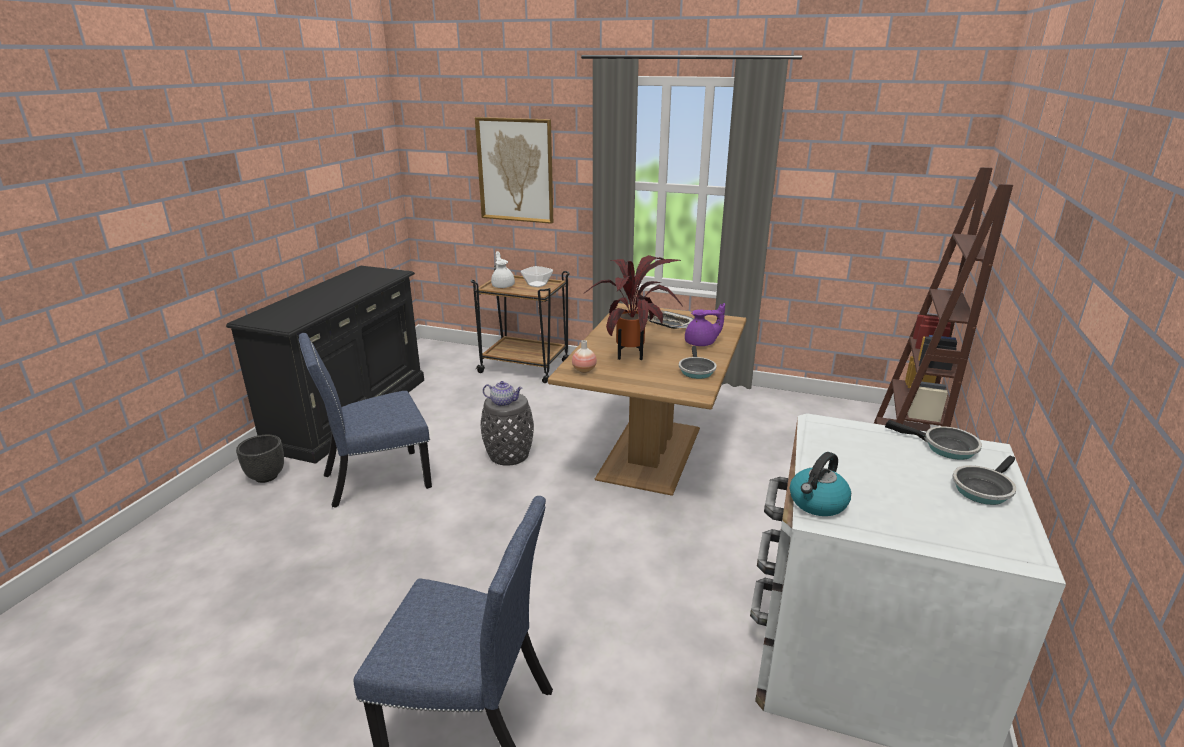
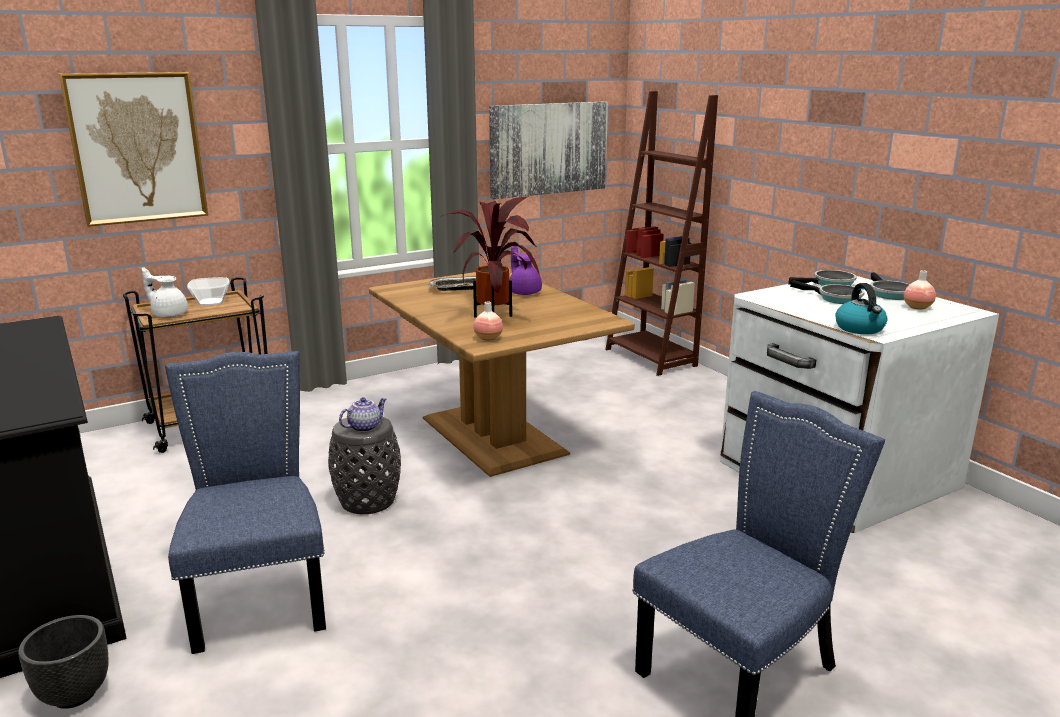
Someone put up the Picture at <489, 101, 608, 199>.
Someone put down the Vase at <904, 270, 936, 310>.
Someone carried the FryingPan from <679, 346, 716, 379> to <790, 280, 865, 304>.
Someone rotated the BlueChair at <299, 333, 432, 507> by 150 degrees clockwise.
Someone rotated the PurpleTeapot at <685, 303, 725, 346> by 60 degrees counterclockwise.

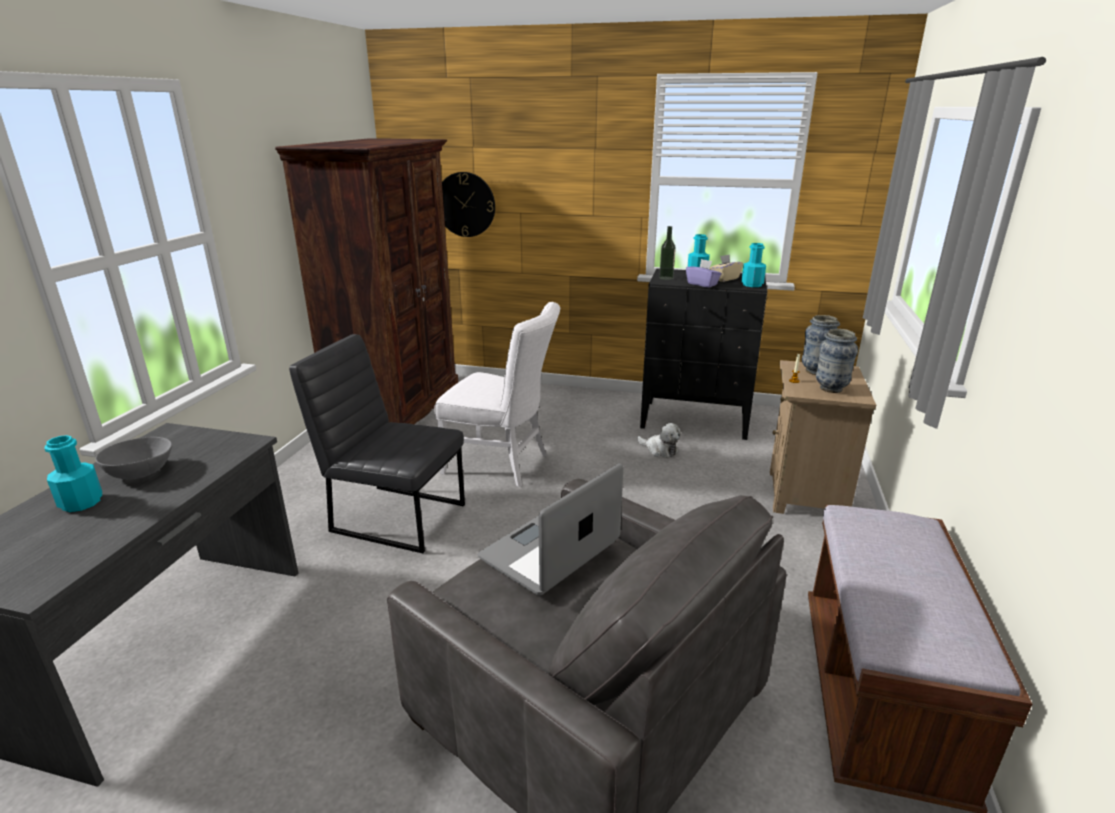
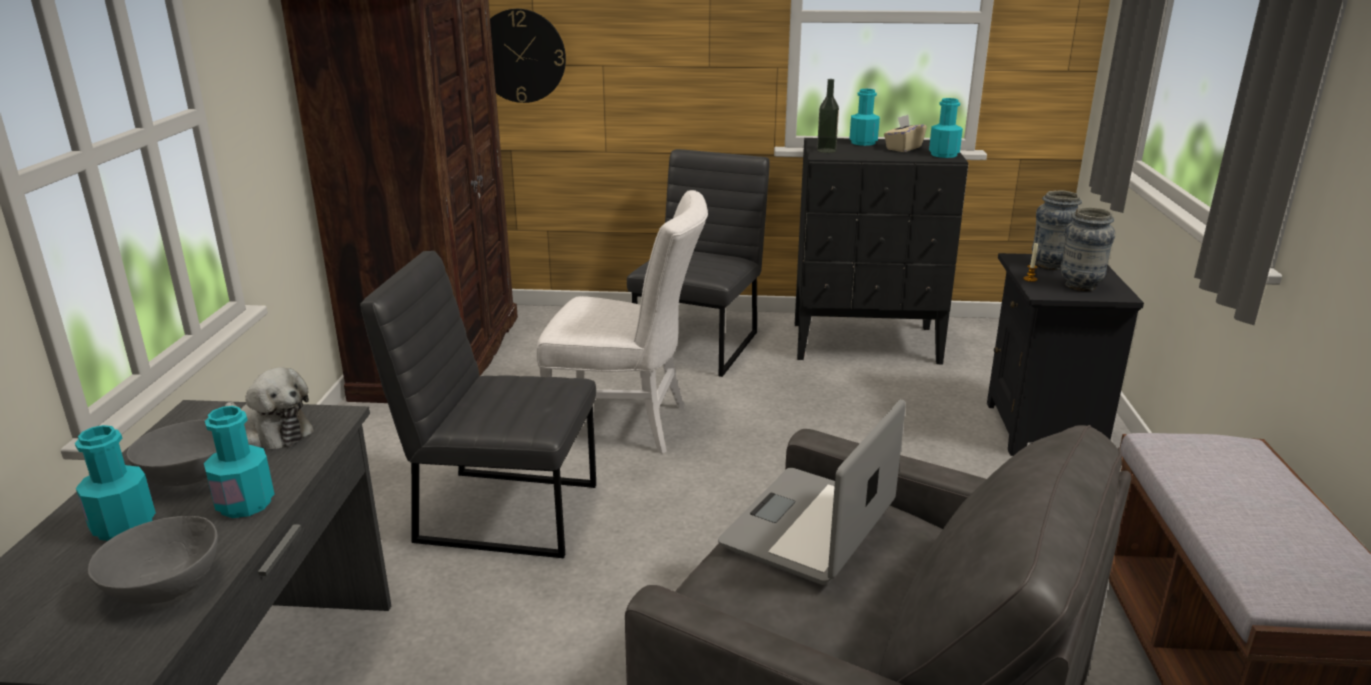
Someone took away the PurpleTissueBox at <686, 259, 722, 288>.
Someone put down the GreyBowl at <88, 516, 218, 604>.
Someone put down the TurquoiseBottle at <204, 406, 274, 518>.
Someone put down the GreyChair at <627, 149, 770, 377>.
Someone carried the PlushToy from <637, 423, 681, 458> to <225, 367, 314, 449>.
Someone repainted the BeigeNightstand at <770, 360, 876, 514>, which became the BlackNightstand at <987, 253, 1144, 456>.

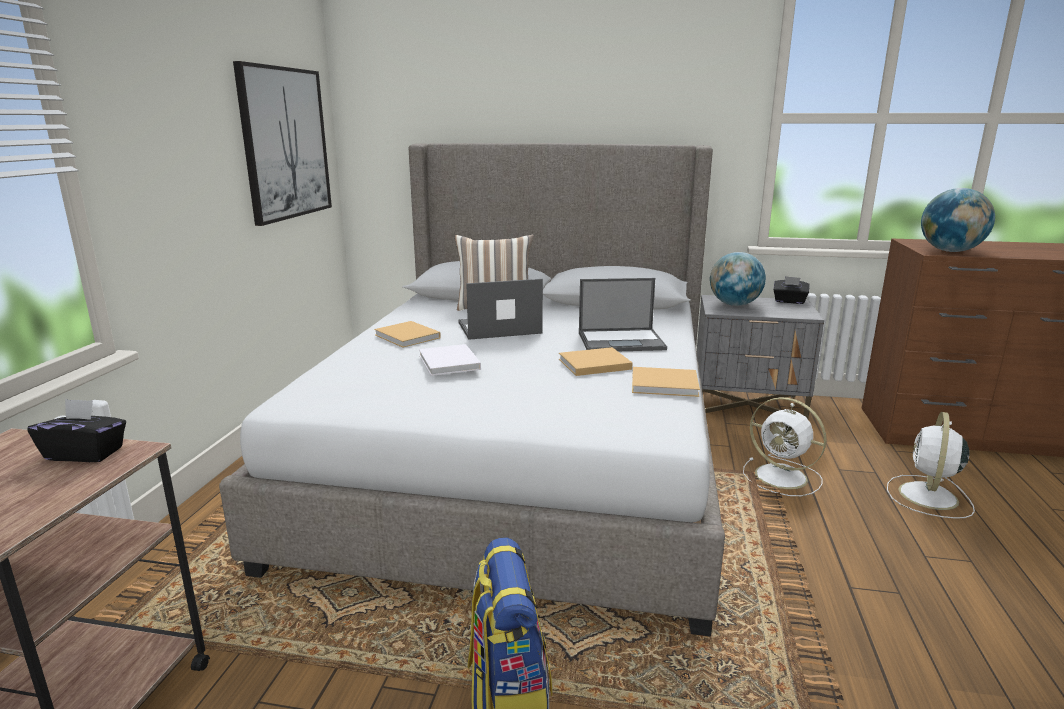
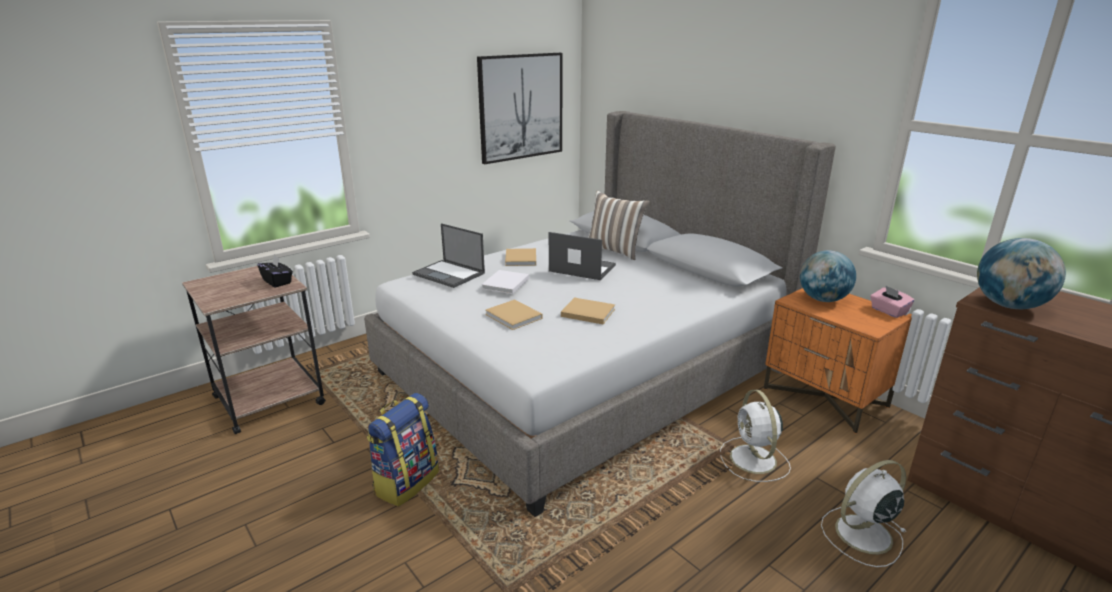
Someone carried the Laptop from <579, 278, 667, 351> to <412, 223, 485, 288>.
Someone carried the BeigeBook from <632, 367, 700, 397> to <485, 300, 542, 330>.
Someone repainted the GreyNightstand at <697, 295, 824, 419>, which became the OrangeNightstand at <764, 288, 912, 434>.
Someone repainted the BlackTissueBox at <774, 276, 810, 304>, which became the PinkTissueBox at <870, 286, 914, 318>.

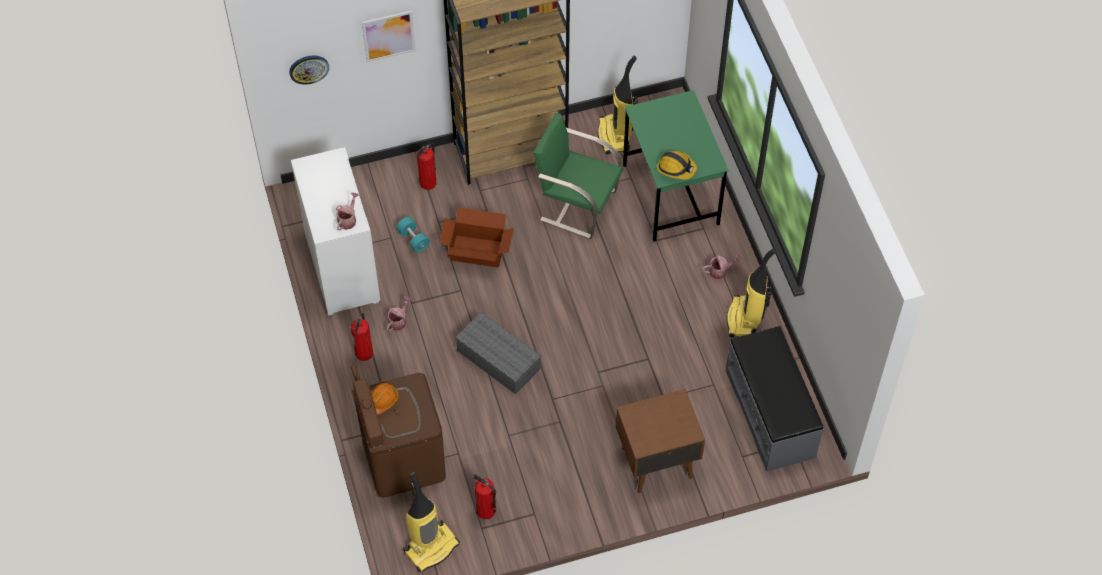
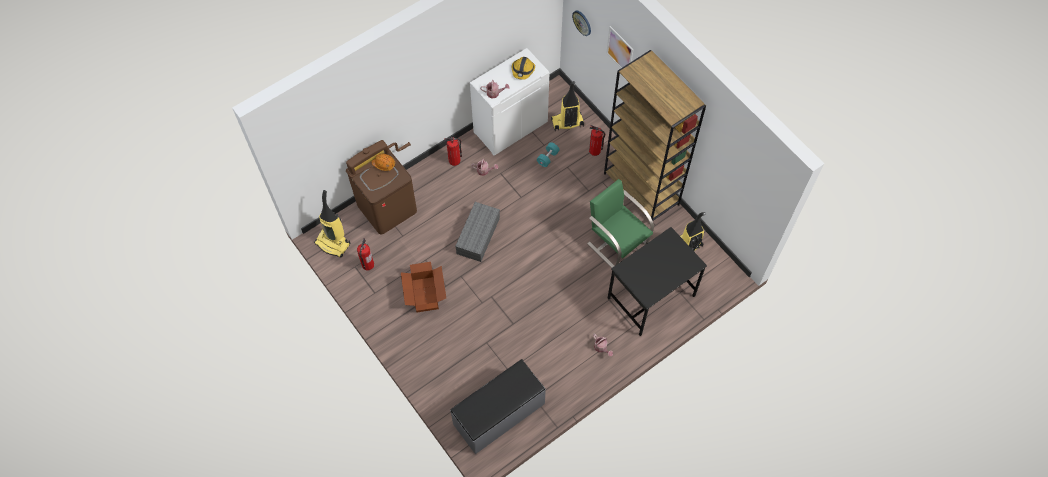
Someone took away the BrownNightstand at <616, 389, 705, 493>.
Someone carried the CardboardBox from <439, 207, 514, 268> to <401, 262, 446, 312>.
Someone carried the HardHat from <657, 151, 697, 180> to <512, 57, 535, 80>.
Someone carried the VacuumCleaner from <727, 248, 776, 337> to <551, 81, 584, 131>.
Someone repainted the GreenDesk at <623, 90, 729, 242>, which became the BlackDesk at <608, 227, 707, 336>.
Someone rotated the GreenChair at <533, 113, 623, 239> by 45 degrees counterclockwise.

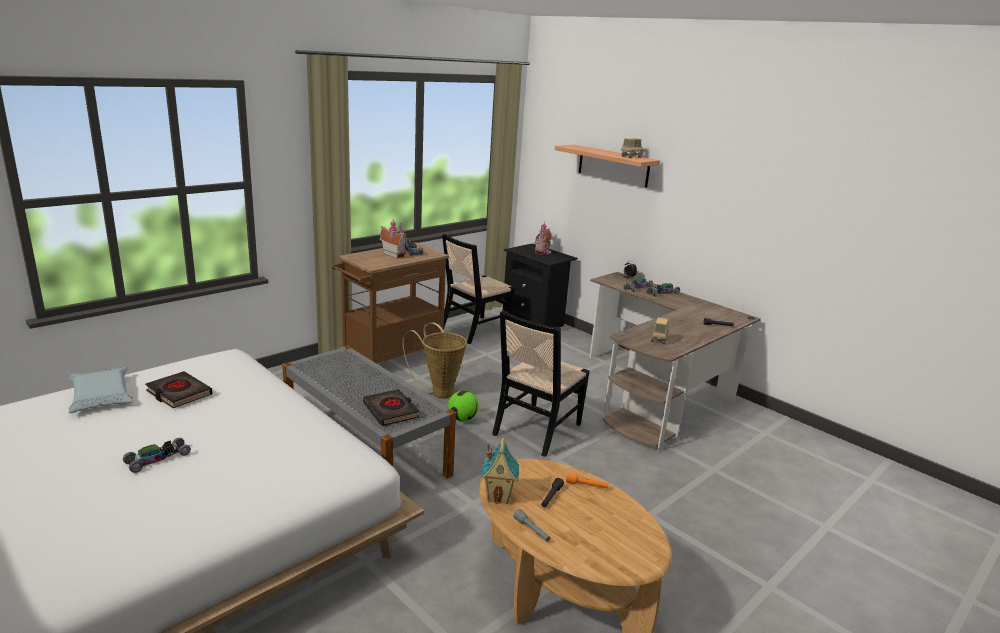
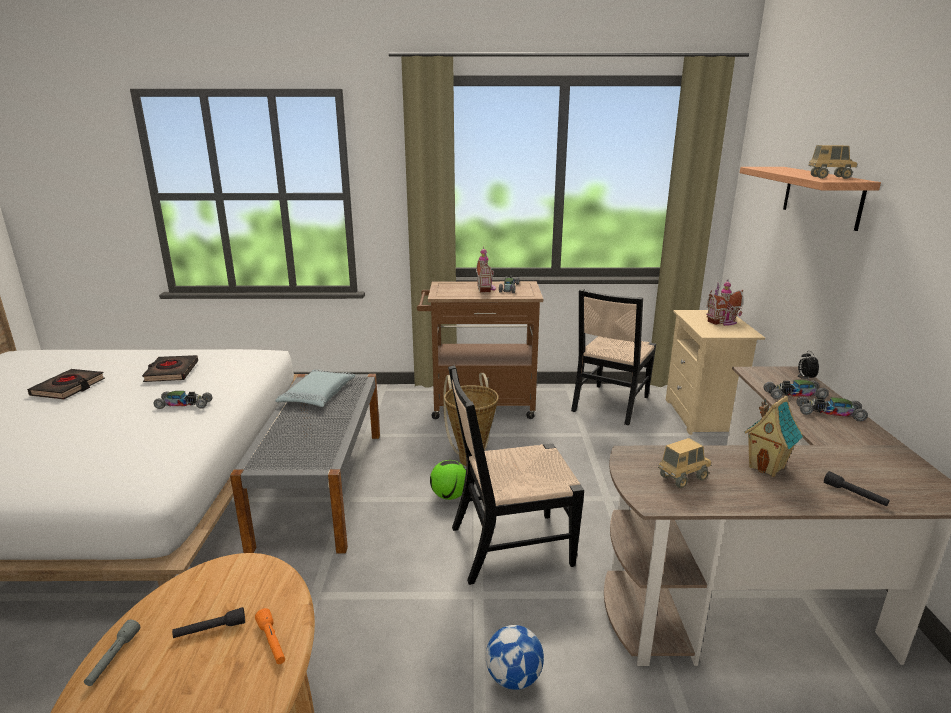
Someone put down the Football at <486, 625, 544, 690>.
Someone carried the BluePillow from <69, 366, 133, 413> to <275, 369, 355, 407>.
Someone carried the ToyCar from <123, 438, 191, 473> to <153, 391, 213, 409>.
Someone carried the BlackBook from <363, 389, 419, 426> to <27, 369, 105, 399>.
Someone carried the ToyHouse from <481, 438, 519, 504> to <744, 396, 803, 477>.
Someone repainted the BlackNightstand at <503, 243, 578, 327>, which became the BeigeNightstand at <666, 310, 765, 435>.
Someone rotated the Chair at <442, 234, 515, 344> by 60 degrees counterclockwise.

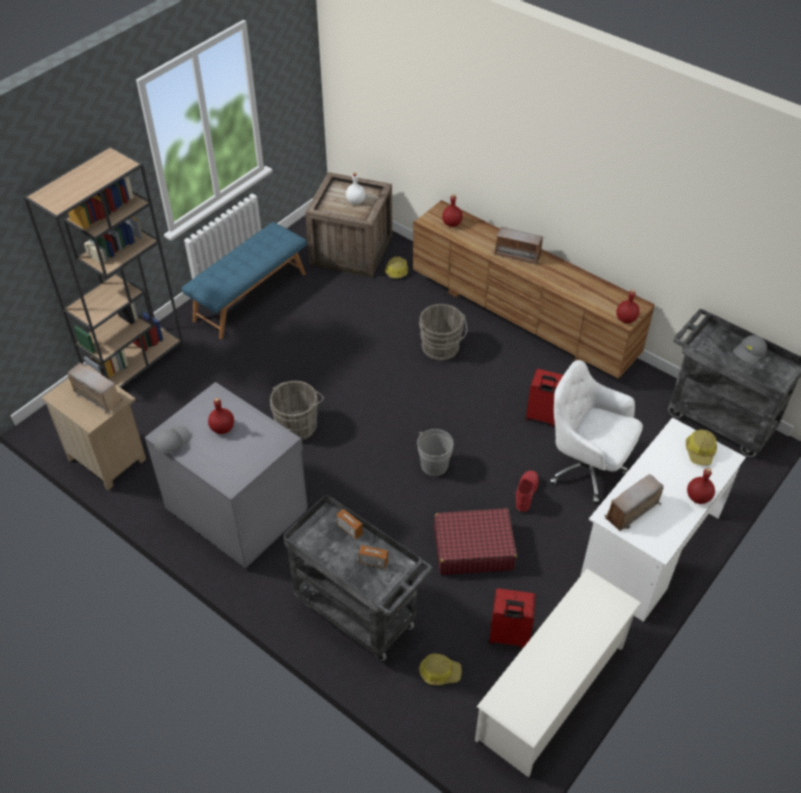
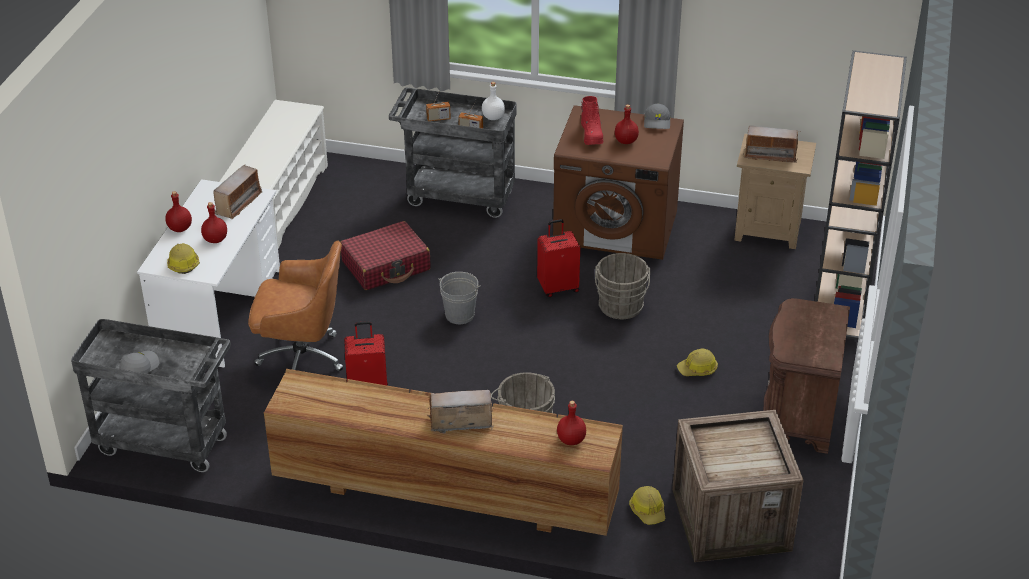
Someone carried the WhiteBottle from <346, 173, 365, 204> to <482, 82, 505, 120>.
Someone carried the HardHat from <419, 653, 462, 685> to <677, 348, 718, 376>.
Someone carried the RedSuitcase from <488, 589, 536, 648> to <537, 219, 580, 297>.
Someone carried the RedBoot from <514, 471, 539, 512> to <581, 96, 604, 145>.
Someone carried the RedBottle from <616, 289, 640, 324> to <201, 202, 227, 243>.
Someone swapped the BlueBench at <182, 222, 307, 339> for the BrownNightstand at <763, 298, 850, 454>.
Someone repainted the GreyWashingMachine at <145, 382, 308, 568>, which became the BrownWashingMachine at <553, 105, 684, 260>.
Someone repainted the WhiteOfficeChair at <550, 360, 643, 504>, which became the BrownOfficeChair at <248, 240, 343, 371>.

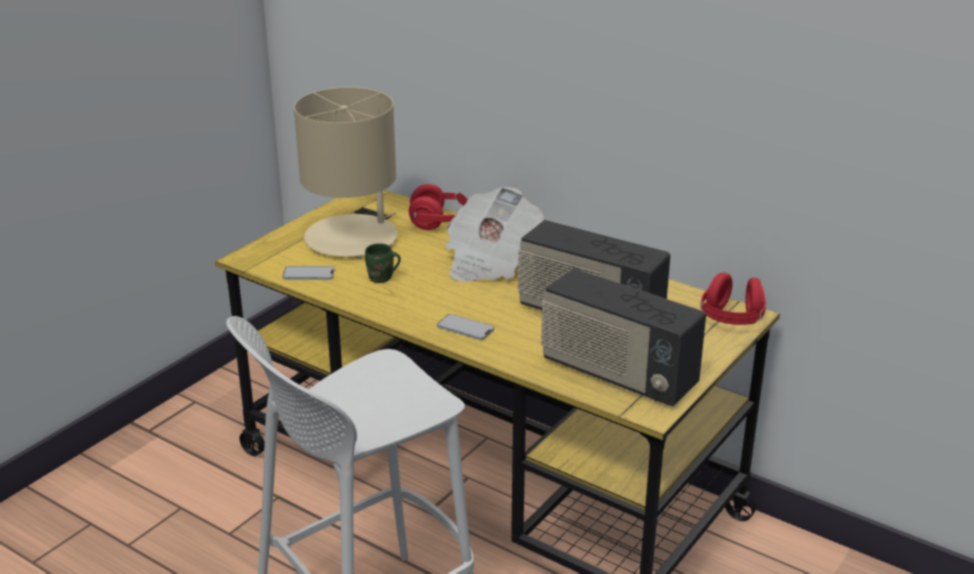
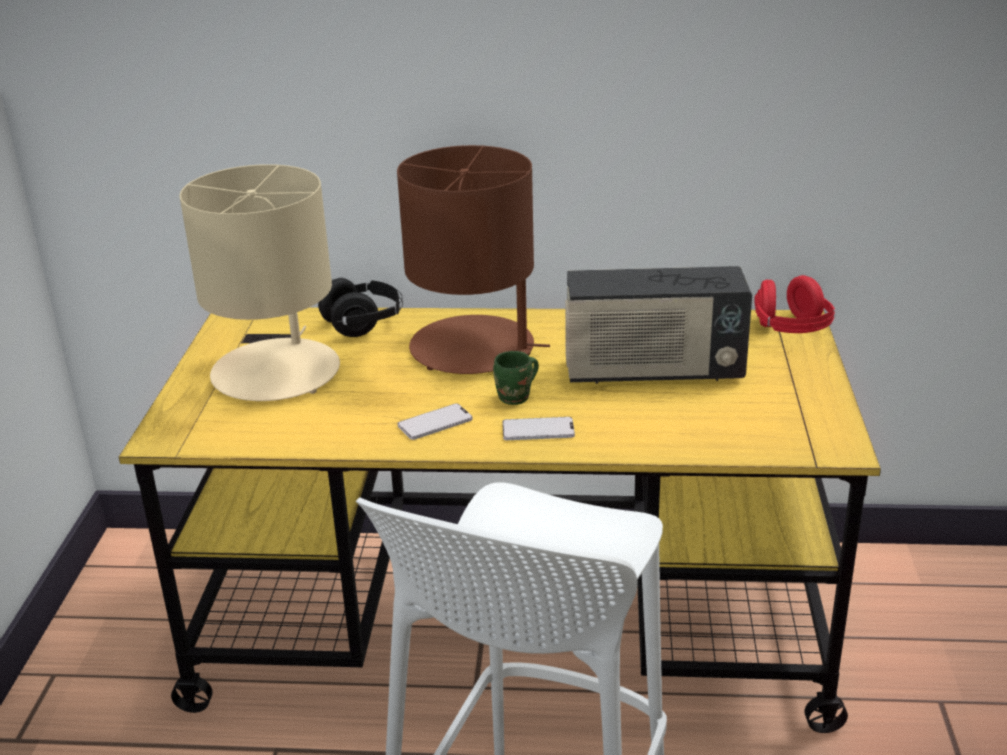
Someone took away the Radio at <541, 268, 706, 406>.
Someone carried the Phone from <283, 266, 335, 280> to <397, 403, 472, 440>.
Someone carried the GreenMug from <365, 243, 401, 283> to <493, 351, 539, 405>.
Someone swapped the Newspaper at <445, 187, 544, 282> for the BrownTableLamp at <397, 145, 550, 374>.
Someone repainted the RedHeadphones at <409, 184, 467, 230>, which became the BlackHeadphones at <318, 278, 403, 337>.

